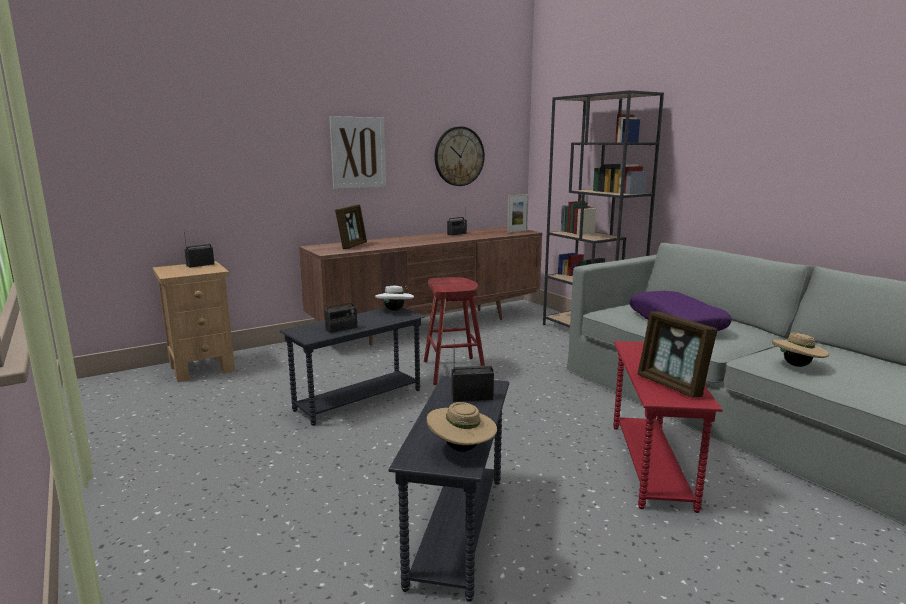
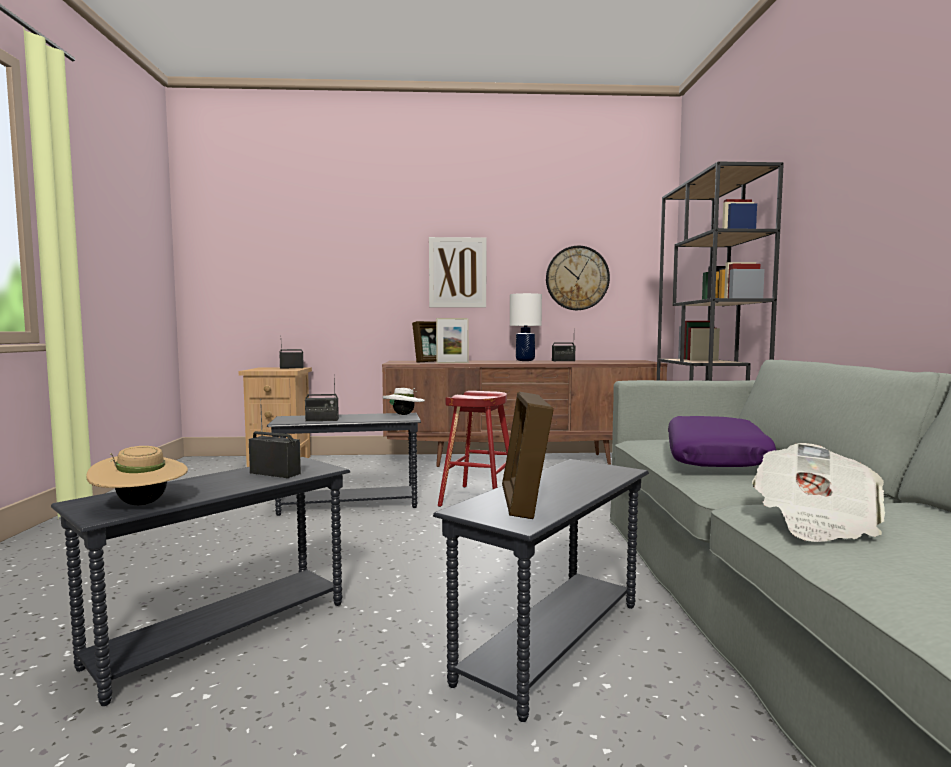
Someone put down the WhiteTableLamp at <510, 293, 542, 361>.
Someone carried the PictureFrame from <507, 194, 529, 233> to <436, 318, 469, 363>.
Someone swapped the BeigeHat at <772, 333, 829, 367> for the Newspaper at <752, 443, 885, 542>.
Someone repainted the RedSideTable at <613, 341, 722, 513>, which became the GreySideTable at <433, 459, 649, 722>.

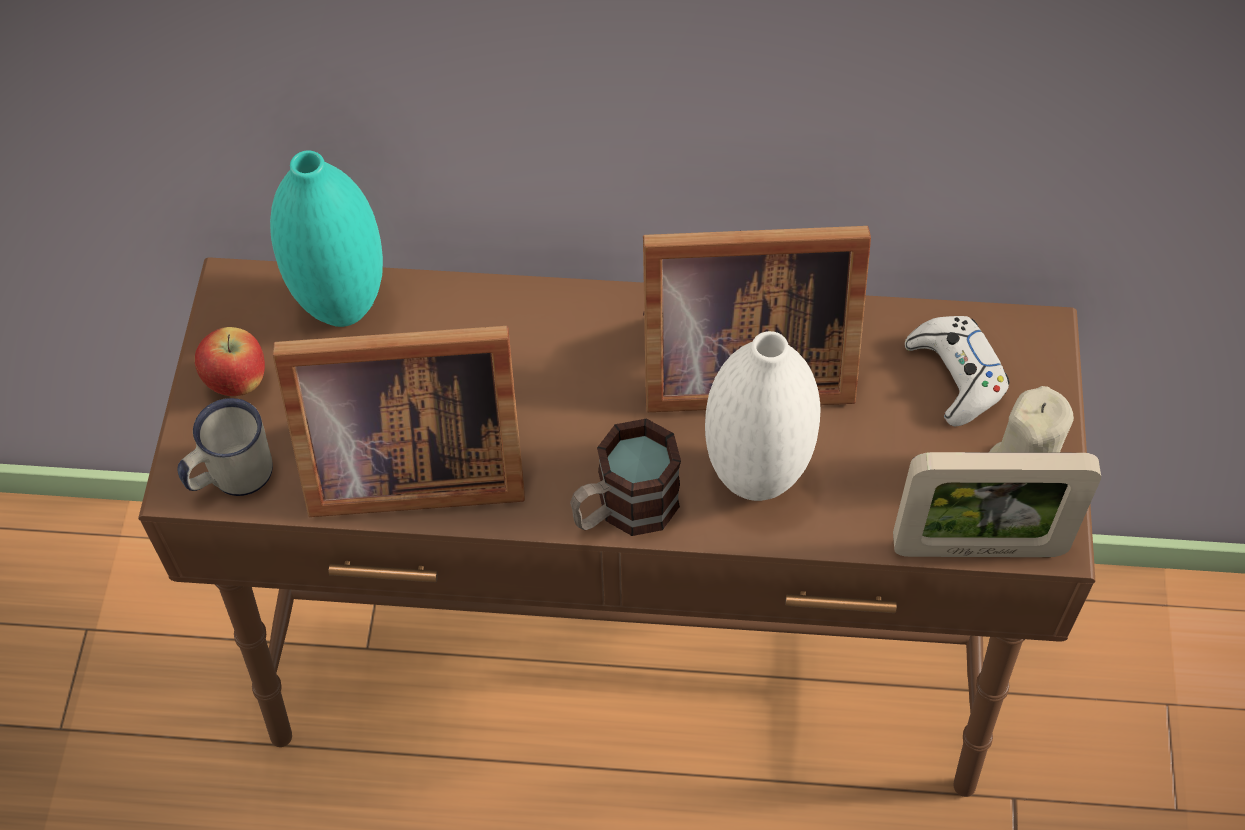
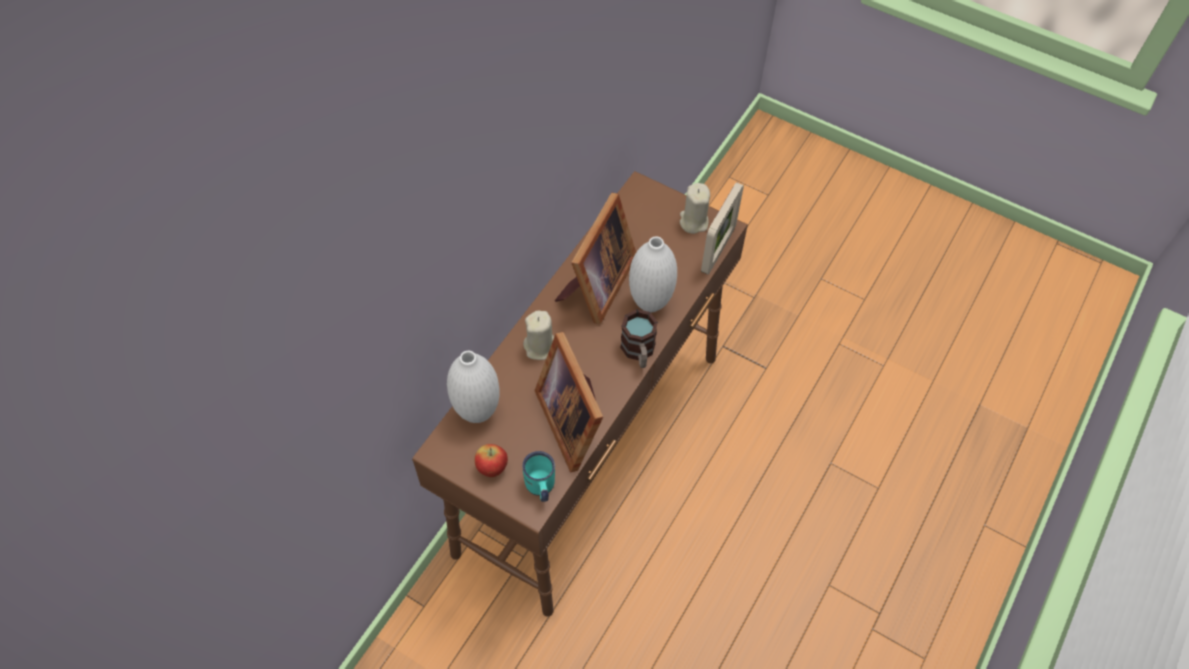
Someone took away the WhiteGameController at <905, 316, 1009, 426>.
Someone put down the BeigeCandle at <523, 310, 554, 360>.
Someone repainted the WhiteMug at <178, 398, 273, 496>, which became the TurquoiseMug at <522, 451, 555, 502>.
Someone repainted the TurquoiseVase at <270, 150, 383, 327>, which became the WhiteVase at <447, 351, 499, 423>.
Someone rotated the PictureFrame at <272, 326, 525, 517> by 135 degrees clockwise.

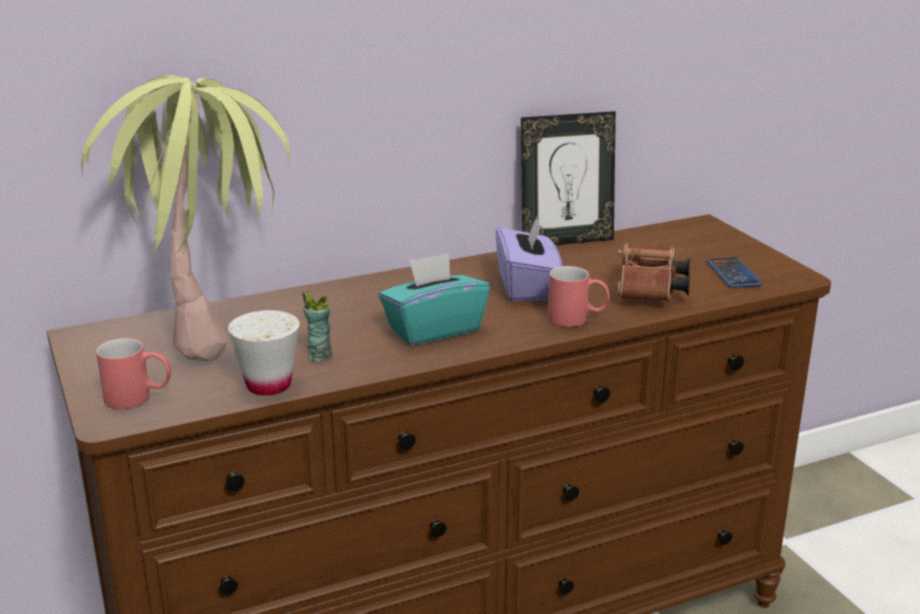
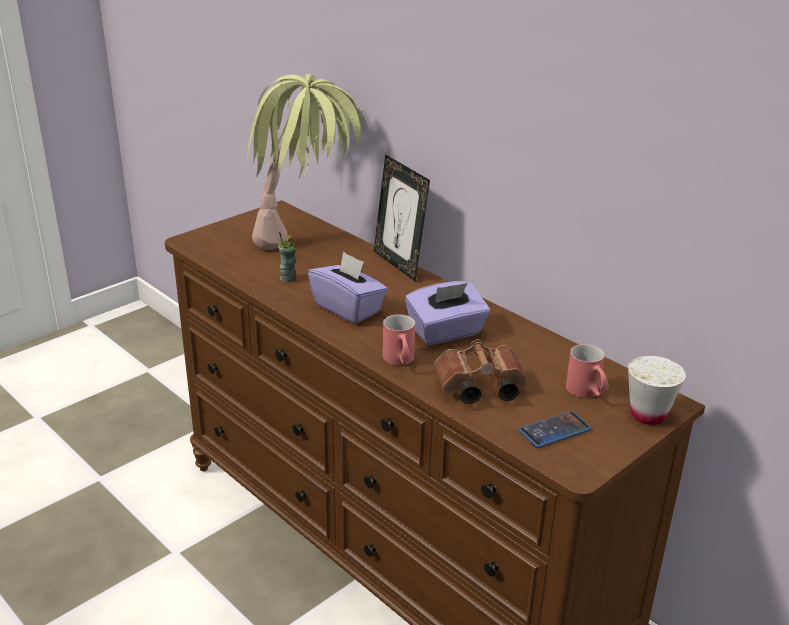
Someone carried the RedMug from <96, 338, 171, 409> to <566, 344, 609, 398>.
Someone carried the WhiteCup from <228, 310, 300, 395> to <628, 356, 686, 425>.
Someone carried the PictureFrame from <521, 111, 616, 245> to <374, 154, 430, 281>.
Someone repainted the TurquoiseTissueBox at <379, 253, 490, 345>, which became the PurpleTissueBox at <308, 251, 388, 324>.

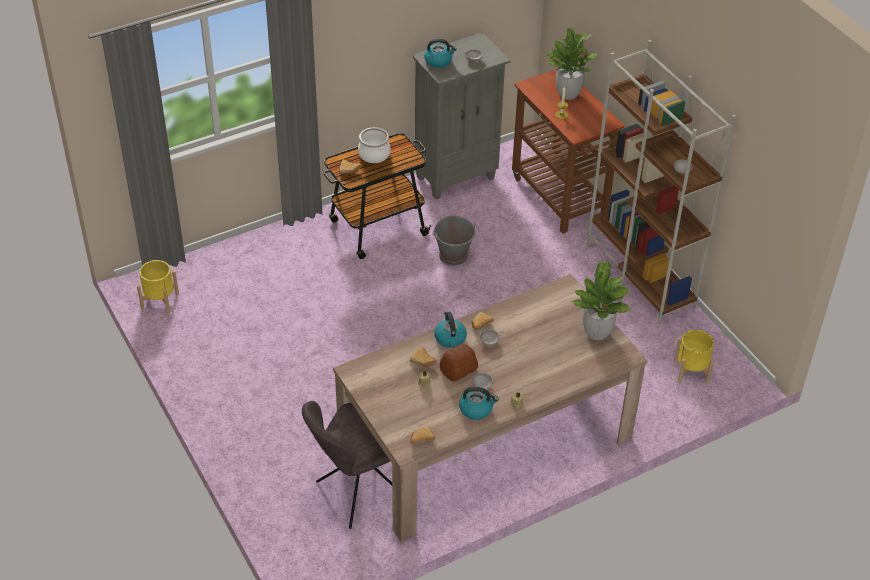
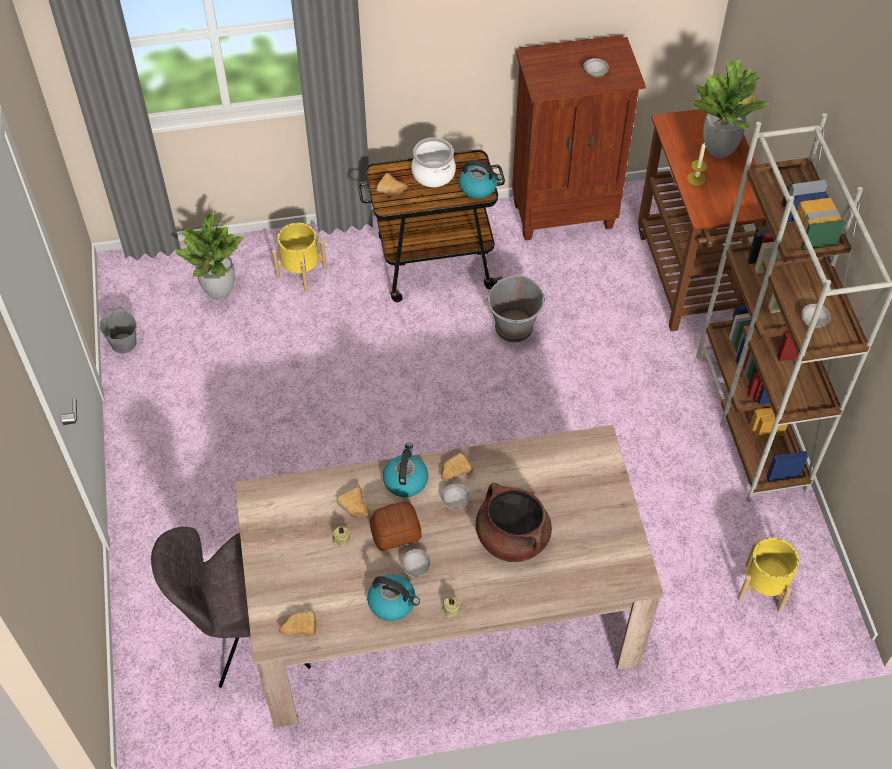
Someone put down the GreyBucket at <100, 308, 137, 354>.
Someone put down the BrownCookingPot at <476, 483, 552, 562>.
Someone carried the YellowPlanter from <137, 260, 179, 314> to <272, 223, 327, 293>.
Someone carried the Kettle from <424, 38, 457, 68> to <459, 160, 502, 199>.
Someone carried the PottedPlant from <571, 260, 630, 341> to <175, 212, 243, 299>.
Someone repainted the GreyCabinet at <413, 33, 511, 199>, which became the BrownCabinet at <512, 35, 646, 240>.

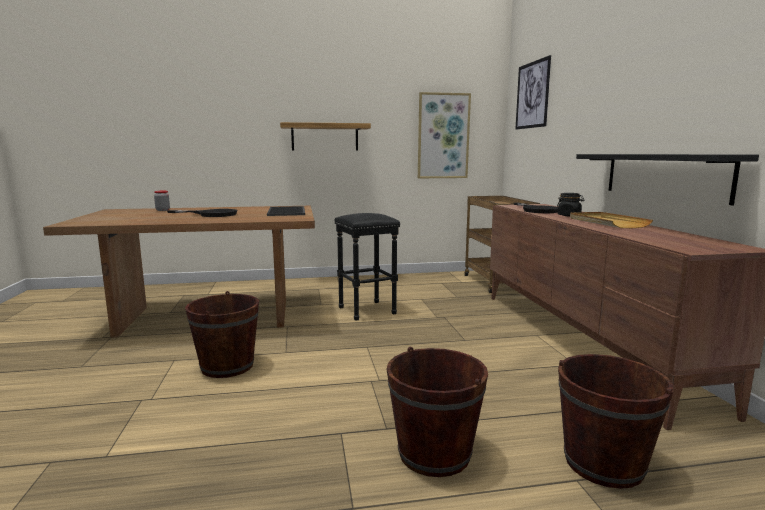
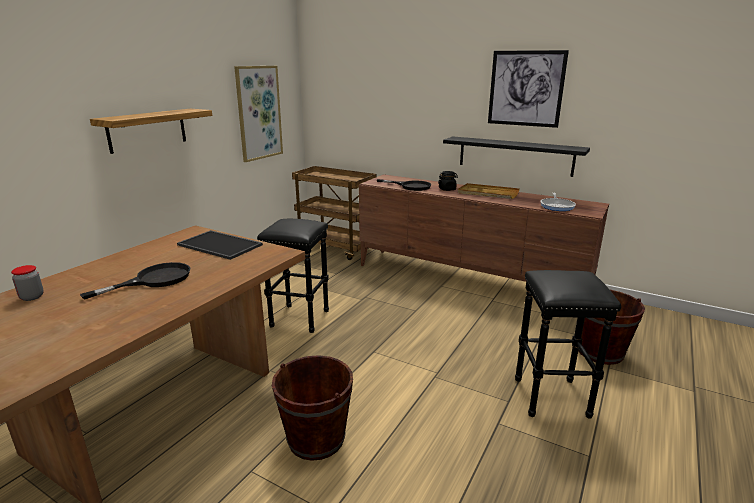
Someone put down the FryingPan at <541, 193, 576, 211>.
Someone carried the Picture from <515, 55, 551, 130> to <488, 50, 569, 128>.
Someone swapped the BrownBucket at <387, 347, 488, 477> for the BlackStool at <515, 270, 621, 419>.

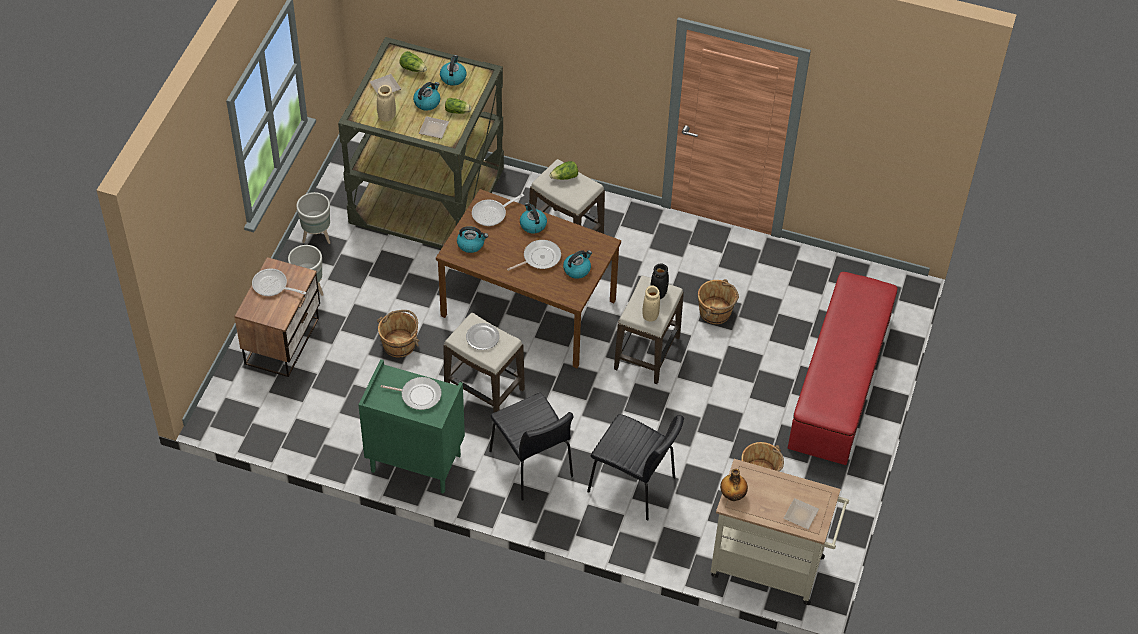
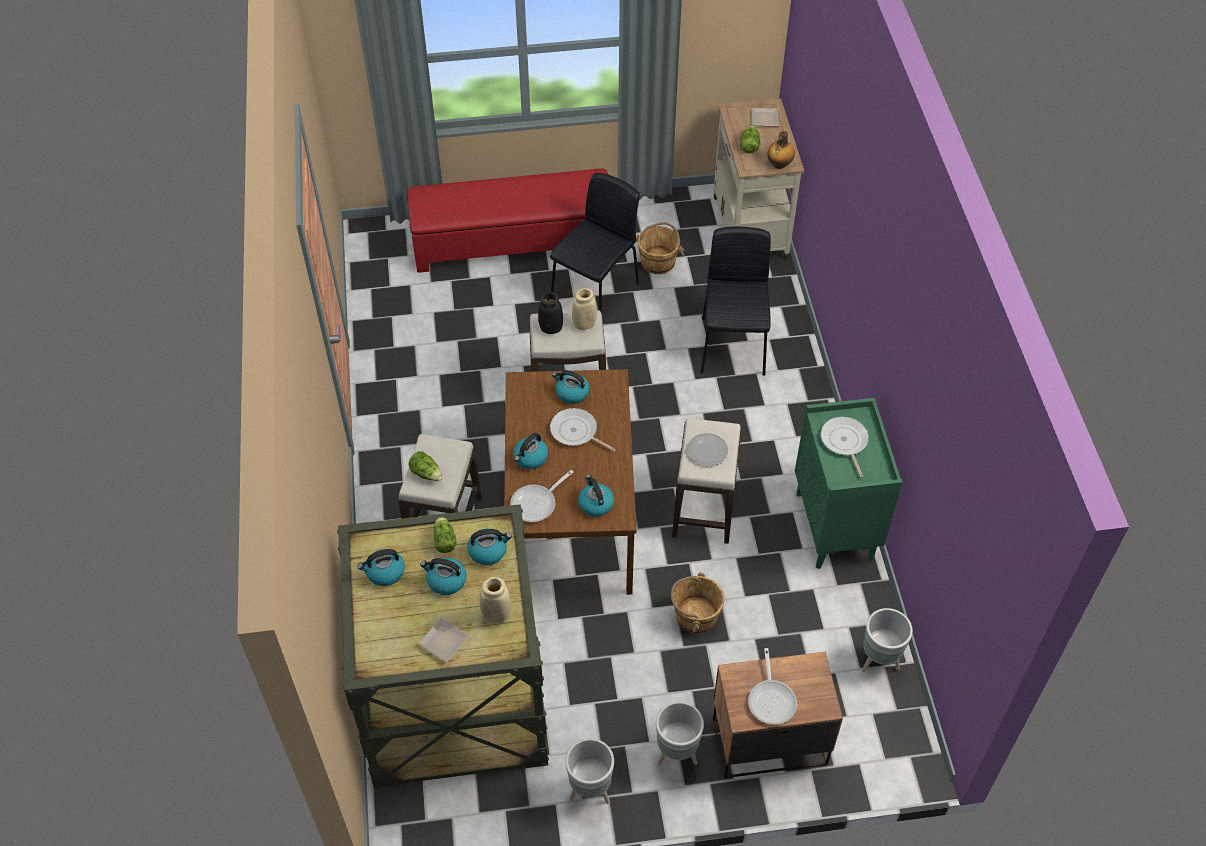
Someone took away the BrownBucket at <698, 279, 739, 324>.
Someone put down the GreyPlanter at <862, 608, 913, 672>.
Someone carried the Lettuce from <399, 51, 427, 72> to <740, 125, 761, 153>.
Someone carried the BlackChair from <489, 392, 573, 501> to <550, 173, 640, 314>.
Someone swapped the Plate at <419, 116, 449, 139> for the Kettle at <467, 529, 512, 565>.
Someone rotated the FryingPan at <472, 194, 524, 226> by 105 degrees clockwise.

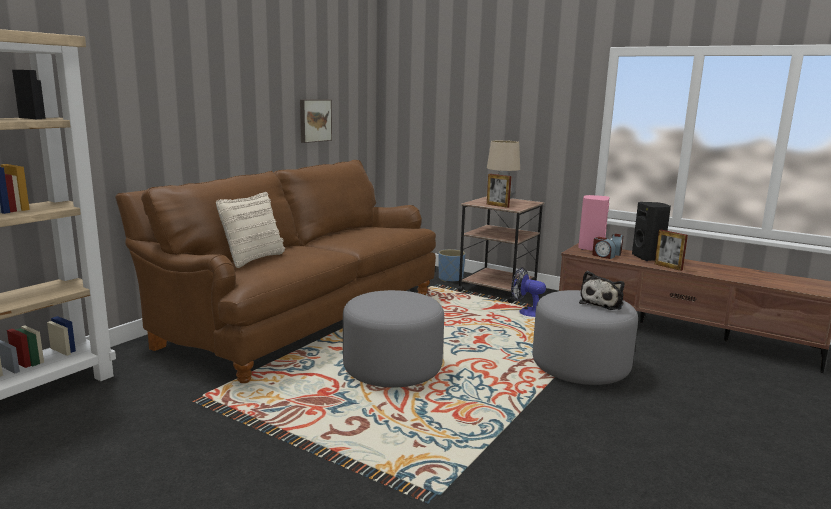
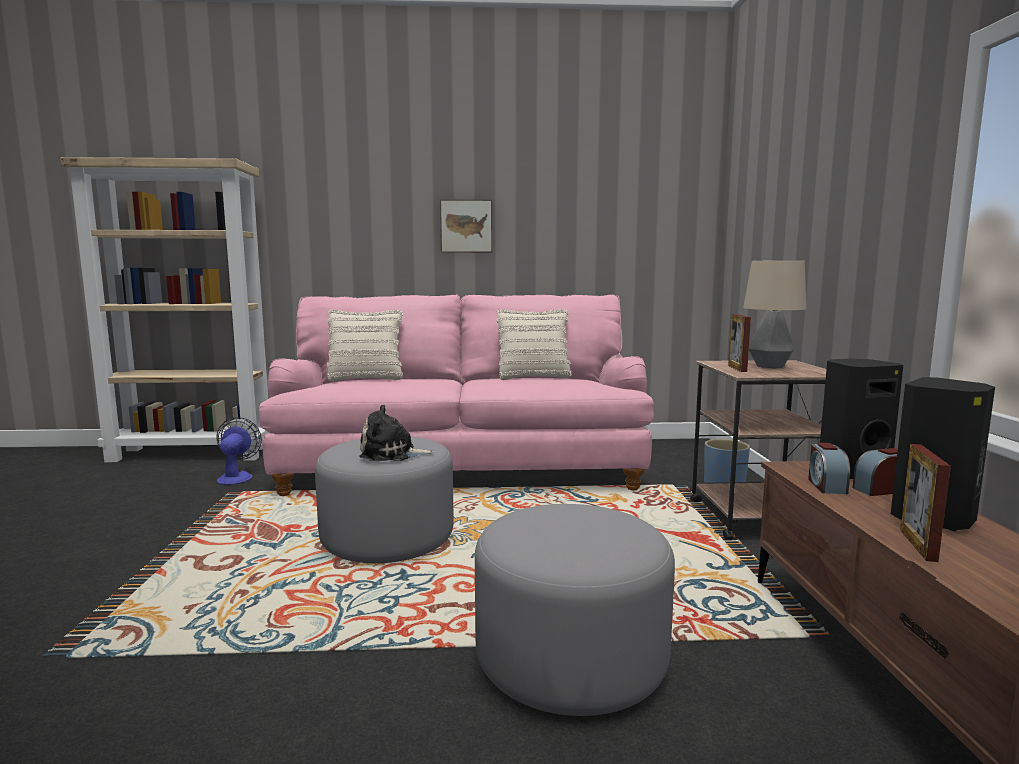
Someone put down the BeigePillow at <497, 309, 572, 380>.
Someone carried the Picture from <300, 99, 332, 143> to <440, 199, 492, 253>.
Someone carried the Fan from <511, 267, 546, 317> to <216, 417, 262, 485>.
Someone carried the PlushToy from <579, 271, 625, 310> to <359, 405, 434, 461>.
Someone repainted the BrownSofa at <115, 160, 436, 383>, which became the PinkSofa at <259, 295, 654, 496>.
Someone repainted the PinkSpeaker at <578, 195, 610, 251>, which became the BlackSpeaker at <820, 358, 903, 479>.

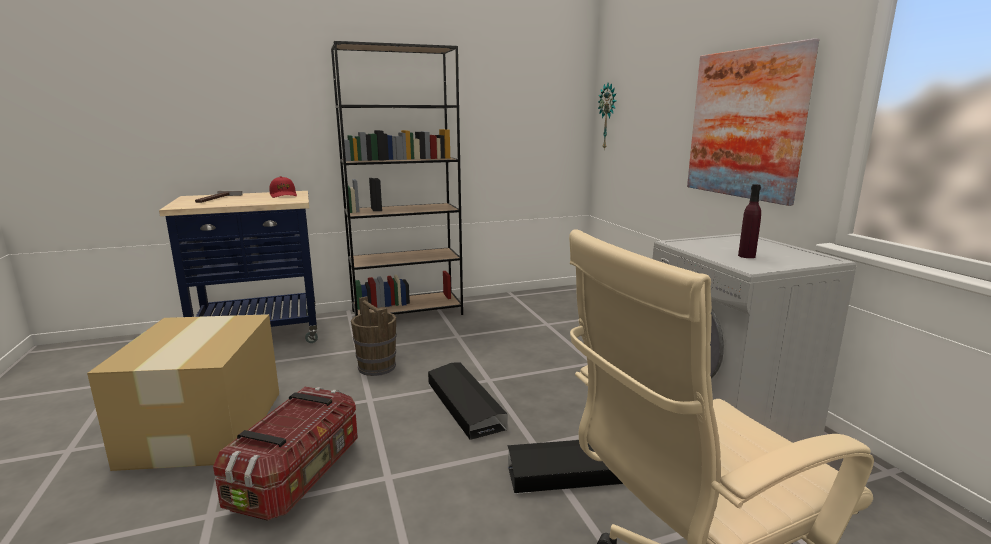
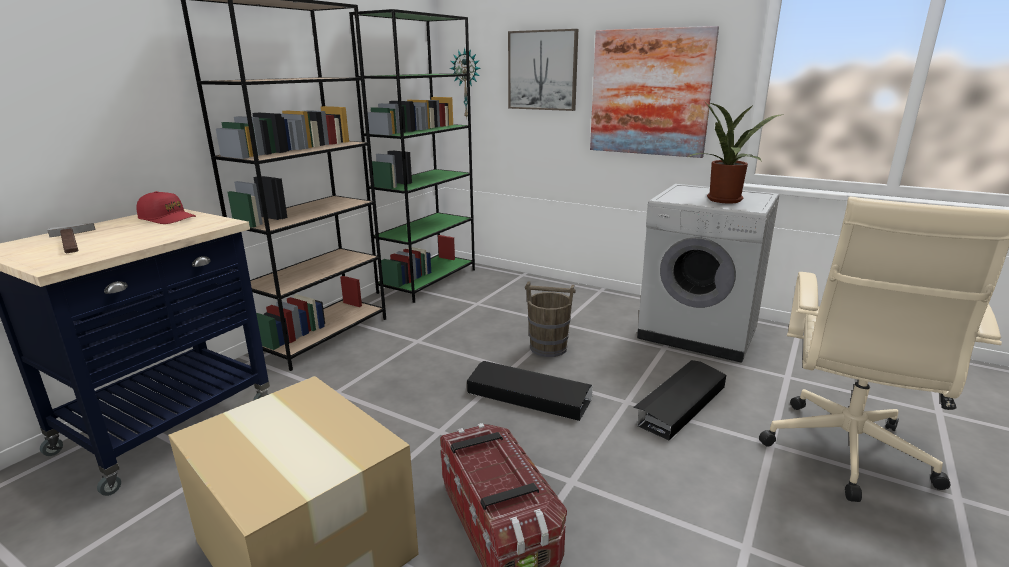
Someone put down the GreenBookcase at <349, 9, 475, 303>.
Someone put up the Picture at <508, 29, 578, 111>.
Someone carried the BrownBucket from <351, 296, 397, 376> to <525, 281, 576, 357>.
Someone swapped the PurpleBottle at <738, 184, 761, 258> for the PottedPlant at <690, 102, 784, 203>.

